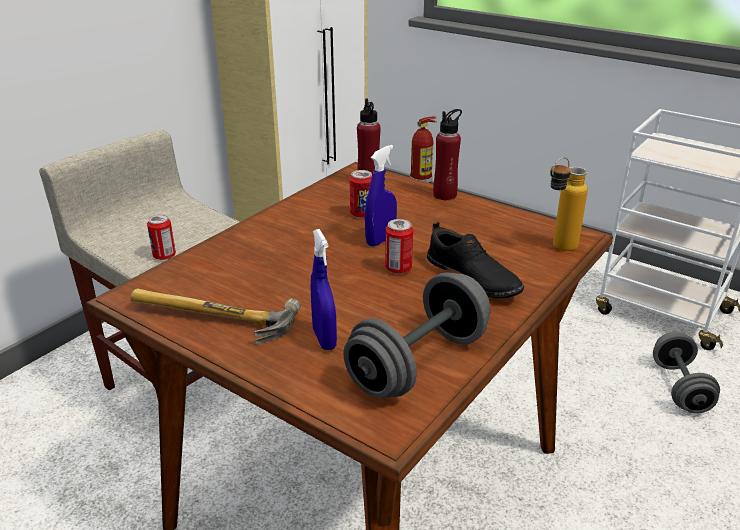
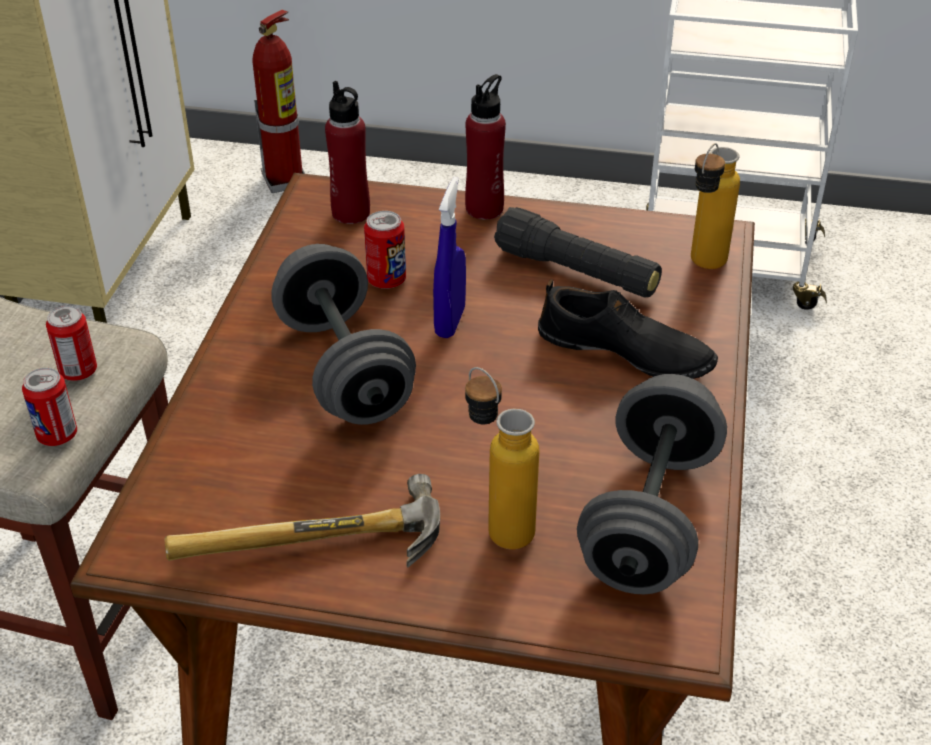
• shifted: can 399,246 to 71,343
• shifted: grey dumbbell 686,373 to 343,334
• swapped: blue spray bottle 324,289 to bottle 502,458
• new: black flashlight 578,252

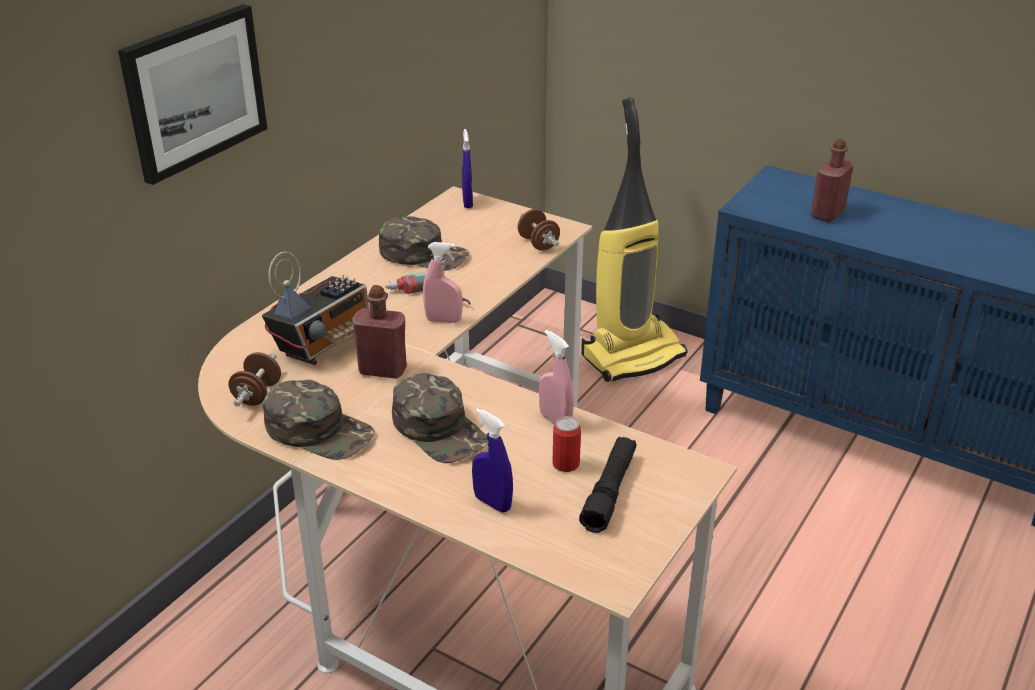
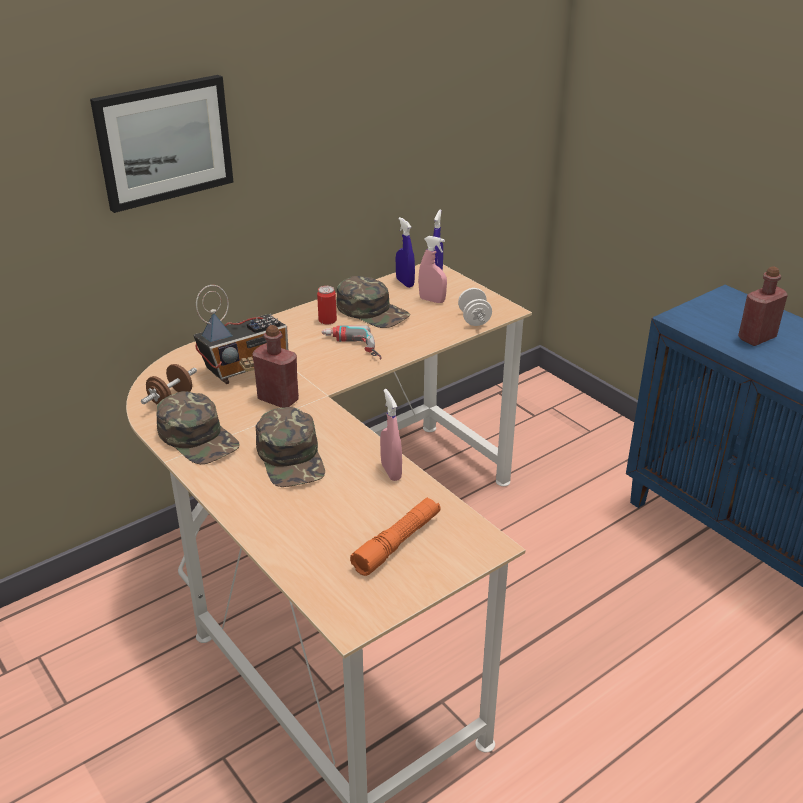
• shifted: can 566,444 to 327,305
• repainted: black flashlight 608,485 to orange flashlight 395,536
• shifted: blue spray bottle 492,460 to 405,252
• shifted: pink spray bottle 442,282 to 432,269
• repainted: brown dumbbell 539,230 to white dumbbell 475,307
• gone: vacuum cleaner 634,239

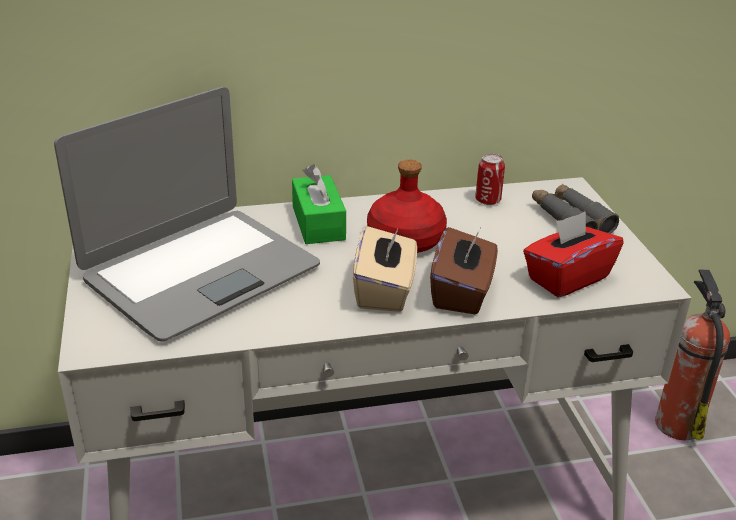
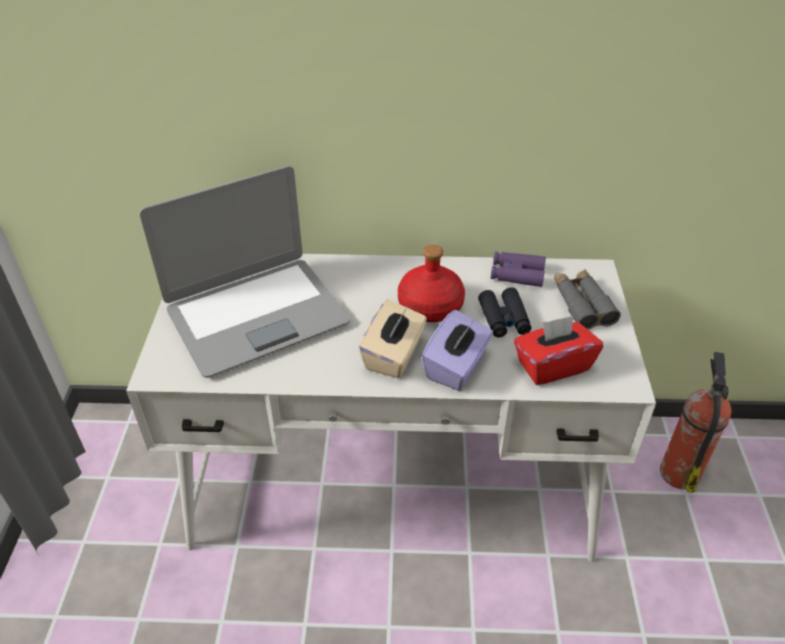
• repainted: brown tissue box 464,270 to purple tissue box 457,350
• new: black binoculars 505,312
• swapped: can 490,179 to purple binoculars 518,269
• gone: green tissue box 319,204

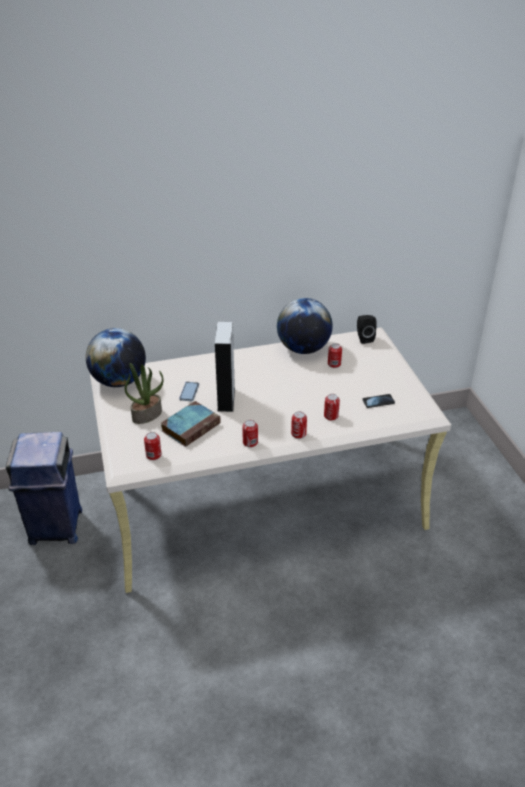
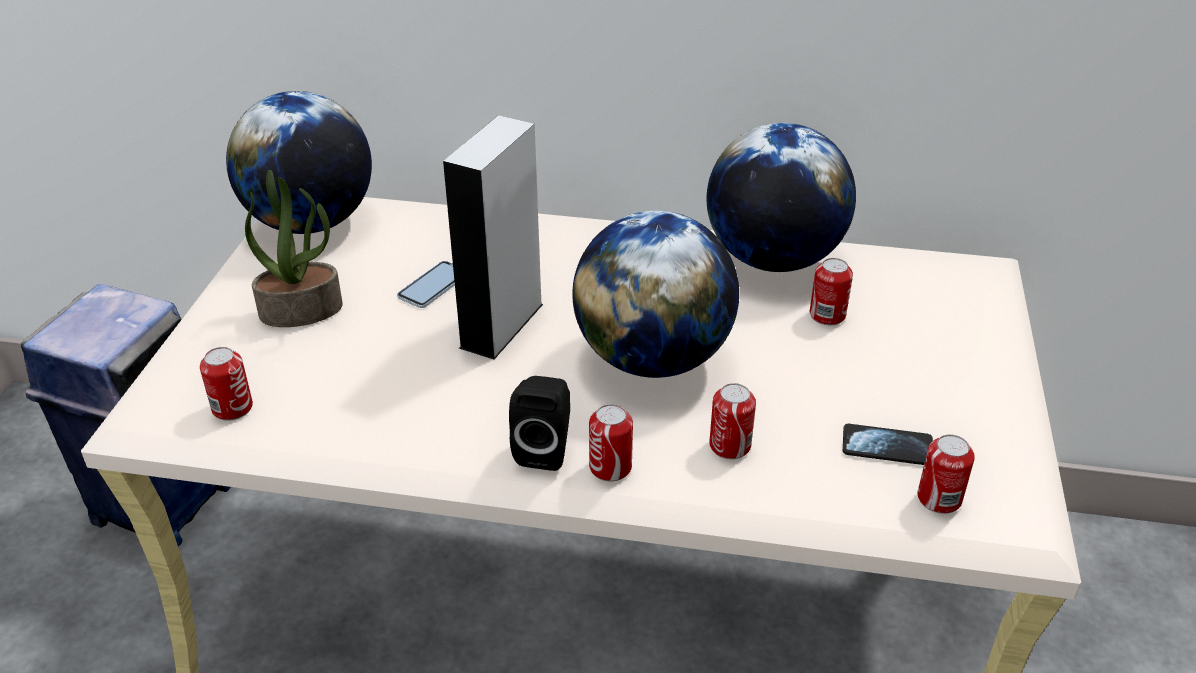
• shifted: black speaker 367,329 to 539,423
• new: globe 655,294
• shifted: can 250,433 to 946,474
• gone: book 190,424

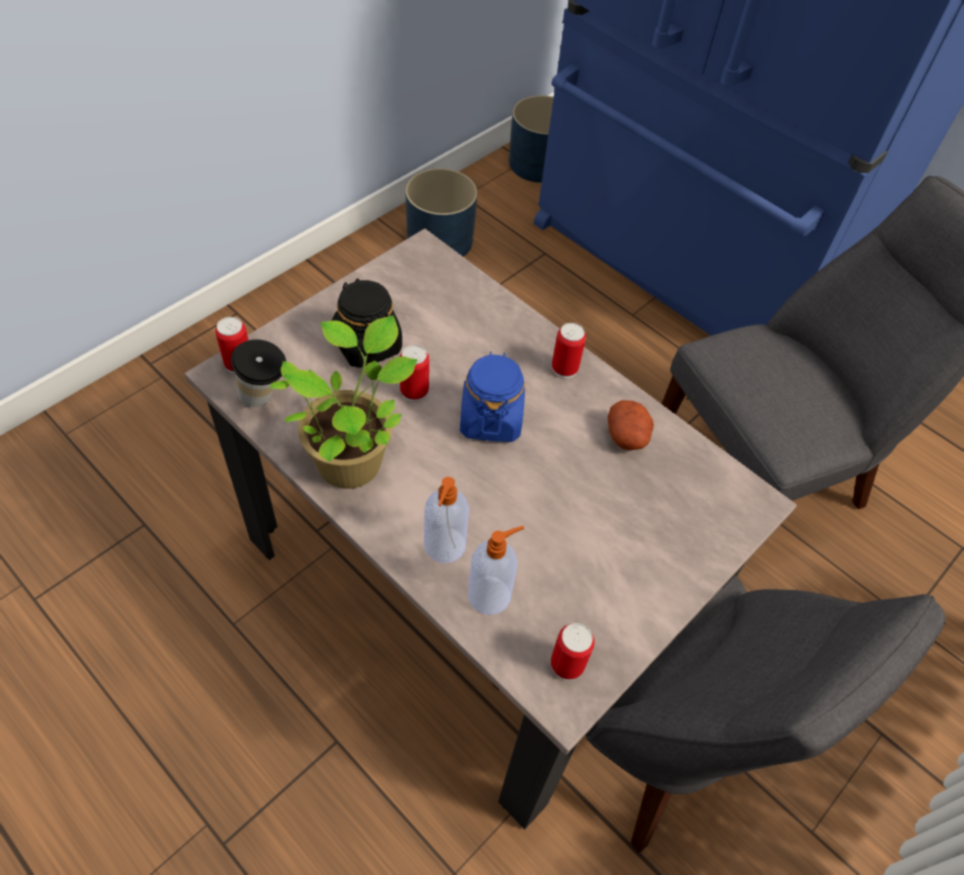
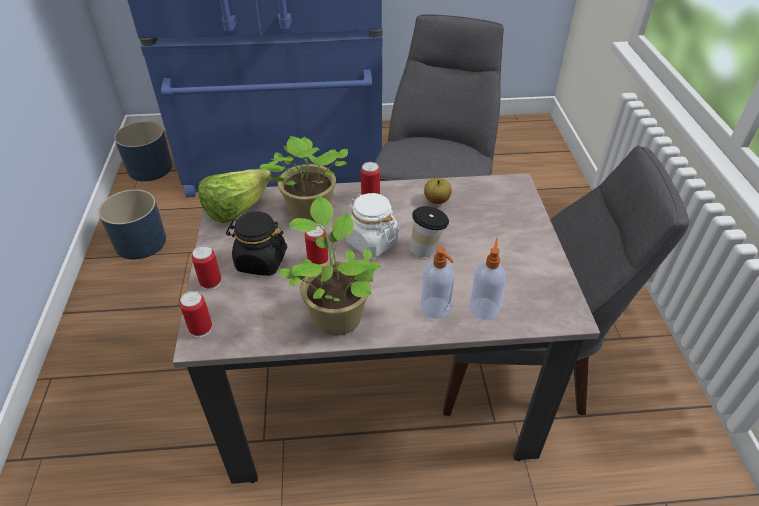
• shifted: can 573,652 to 206,268
• new: lettuce 234,196
• new: potted plant 303,179
• repainted: blue jar 492,396 to white jar 372,225
• shifted: cup 258,373 to 429,231
• swapped: potato 631,425 to apple 438,191

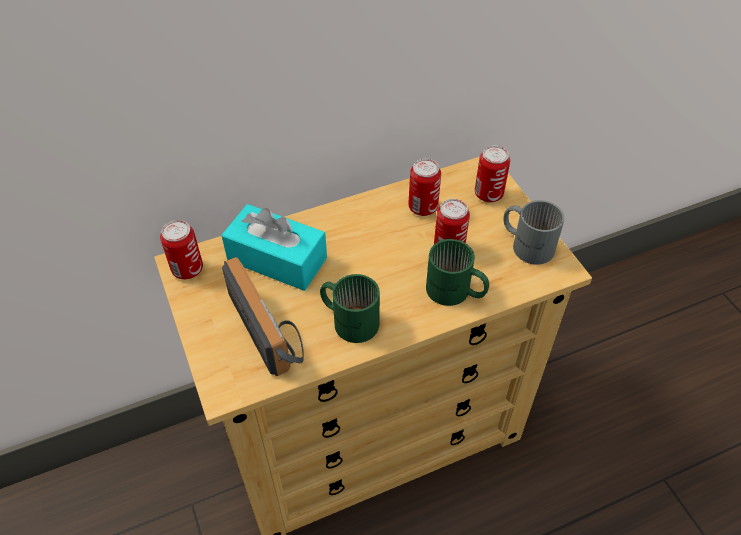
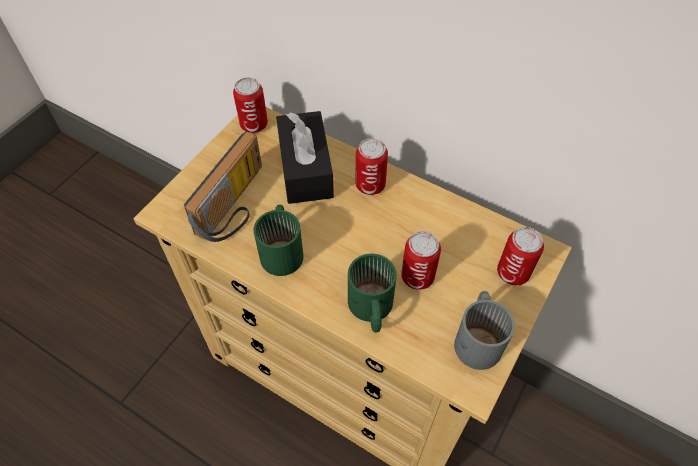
• repainted: turquoise tissue box 274,247 to black tissue box 305,157
• shifted: can 424,187 to 371,166

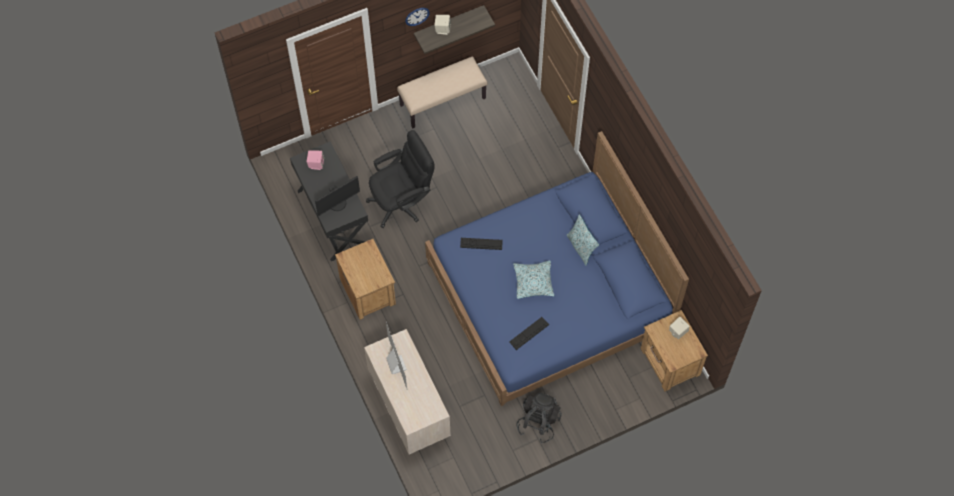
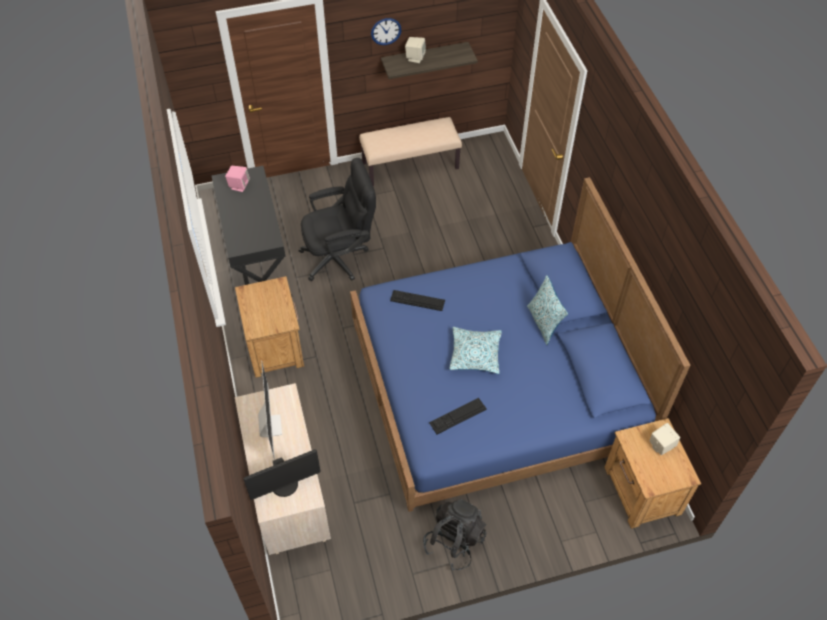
• shifted: monitor 337,196 to 282,474

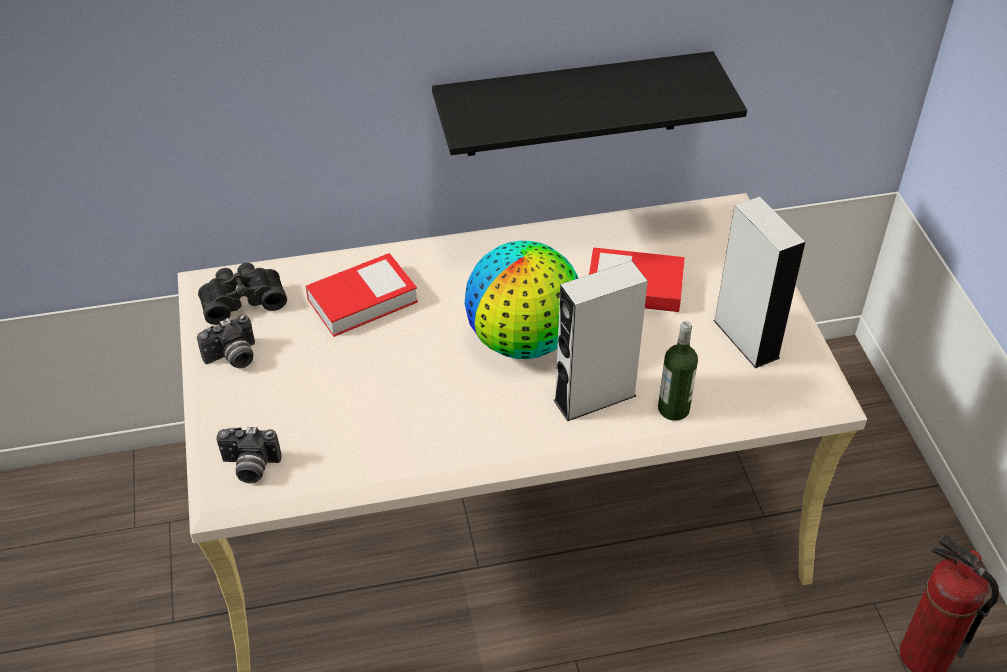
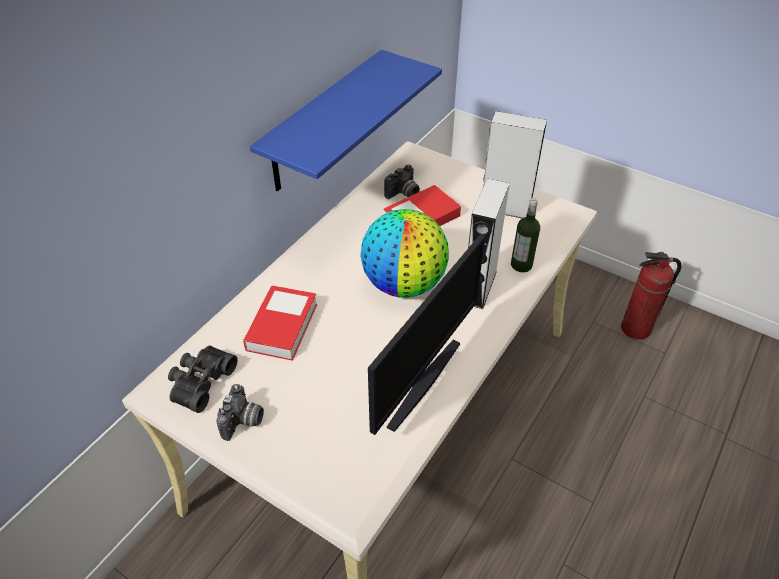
• repainted: black shelf 589,103 to blue shelf 346,120
• new: monitor 426,335
• shifted: photo camera 249,455 to 402,182

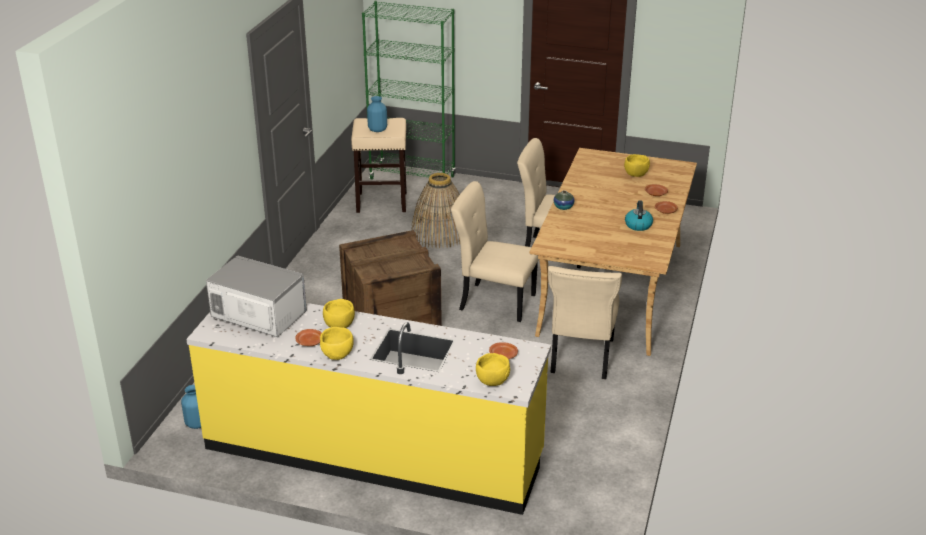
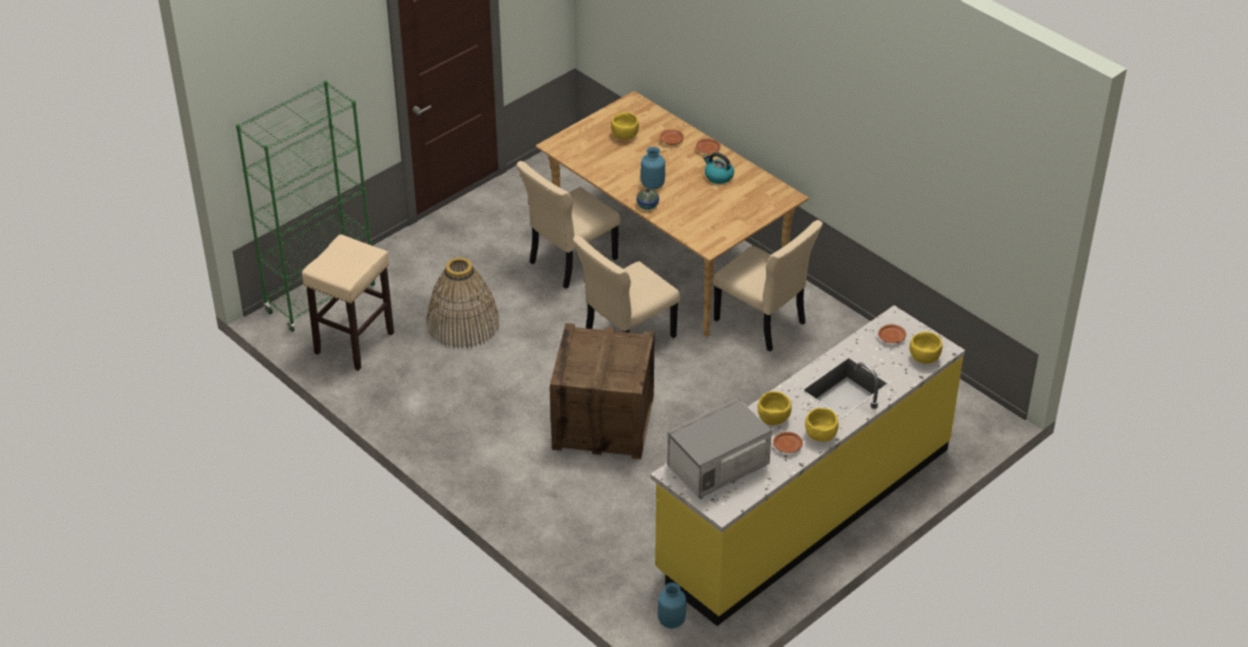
• shifted: blue vase 377,114 to 653,168

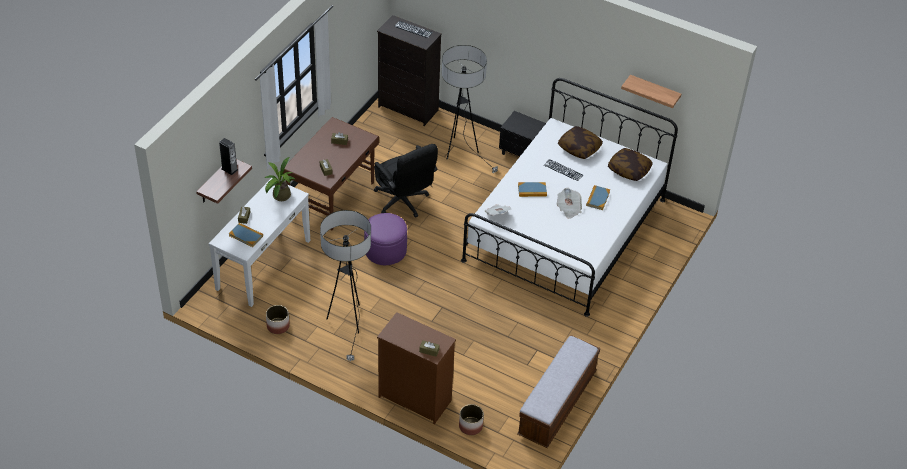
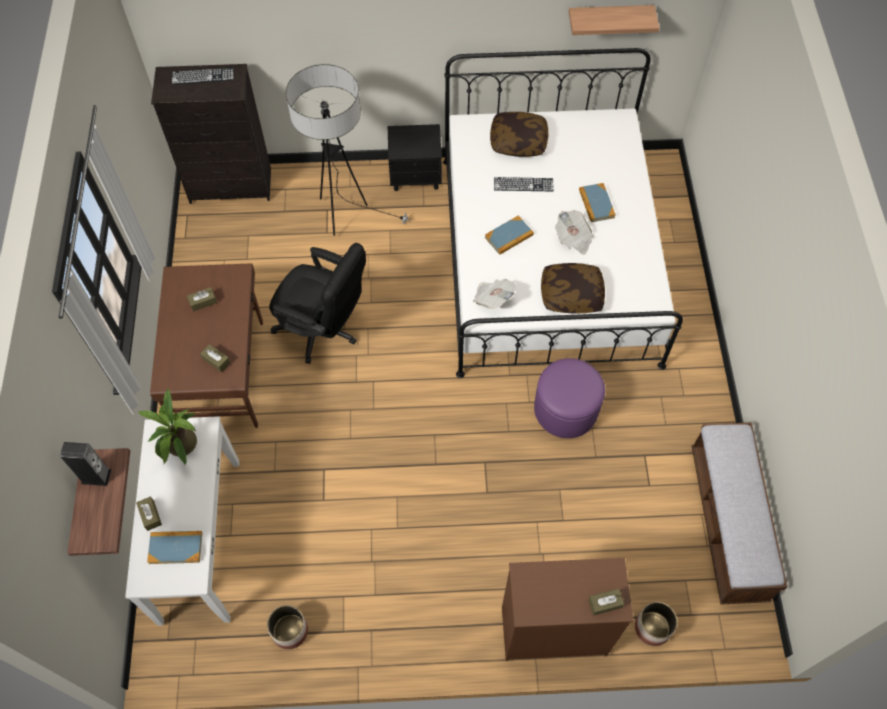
• shifted: purple ottoman 385,239 to 569,398
• shifted: pillow 630,164 to 573,288
• gone: floor lamp 345,285

